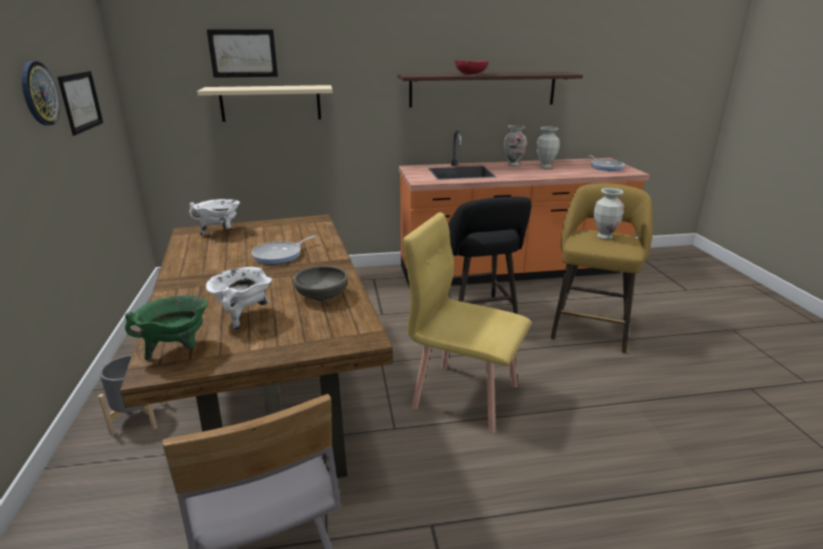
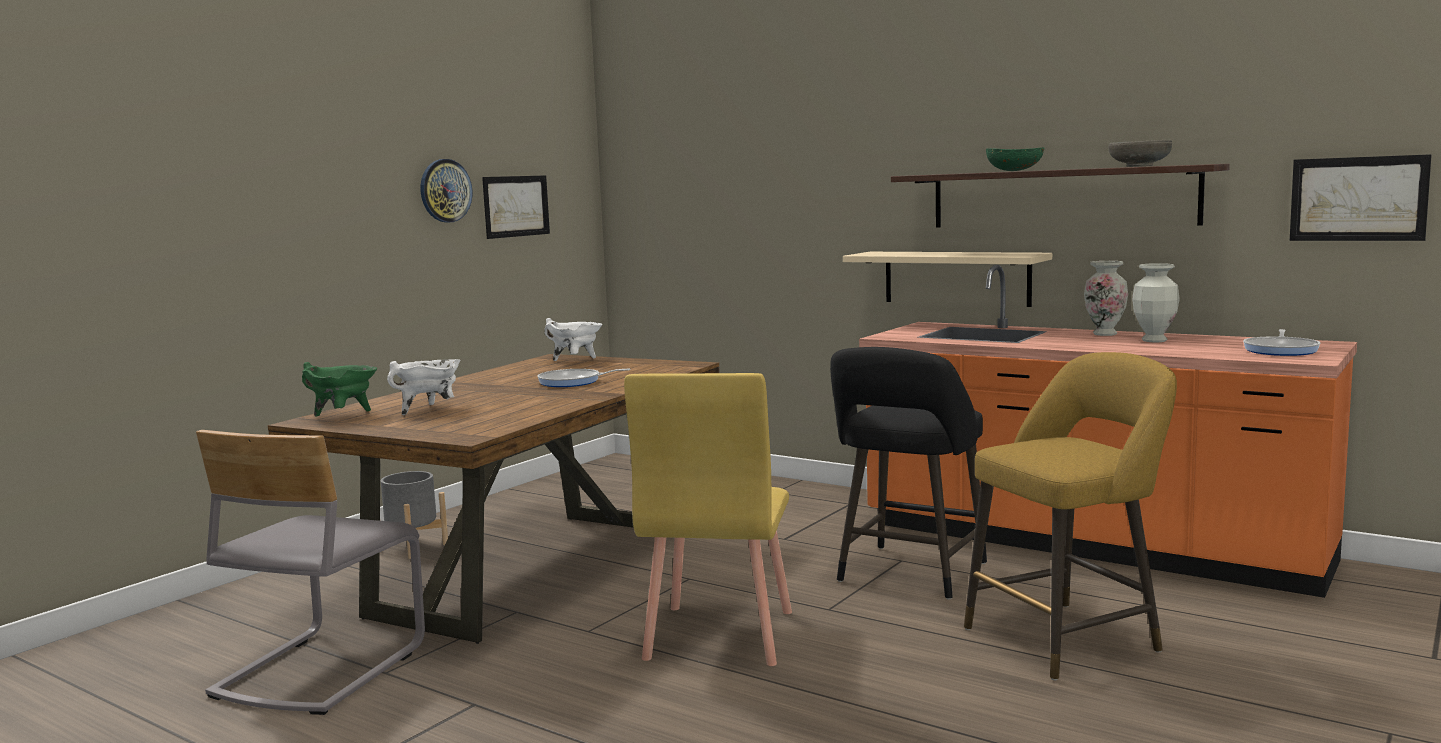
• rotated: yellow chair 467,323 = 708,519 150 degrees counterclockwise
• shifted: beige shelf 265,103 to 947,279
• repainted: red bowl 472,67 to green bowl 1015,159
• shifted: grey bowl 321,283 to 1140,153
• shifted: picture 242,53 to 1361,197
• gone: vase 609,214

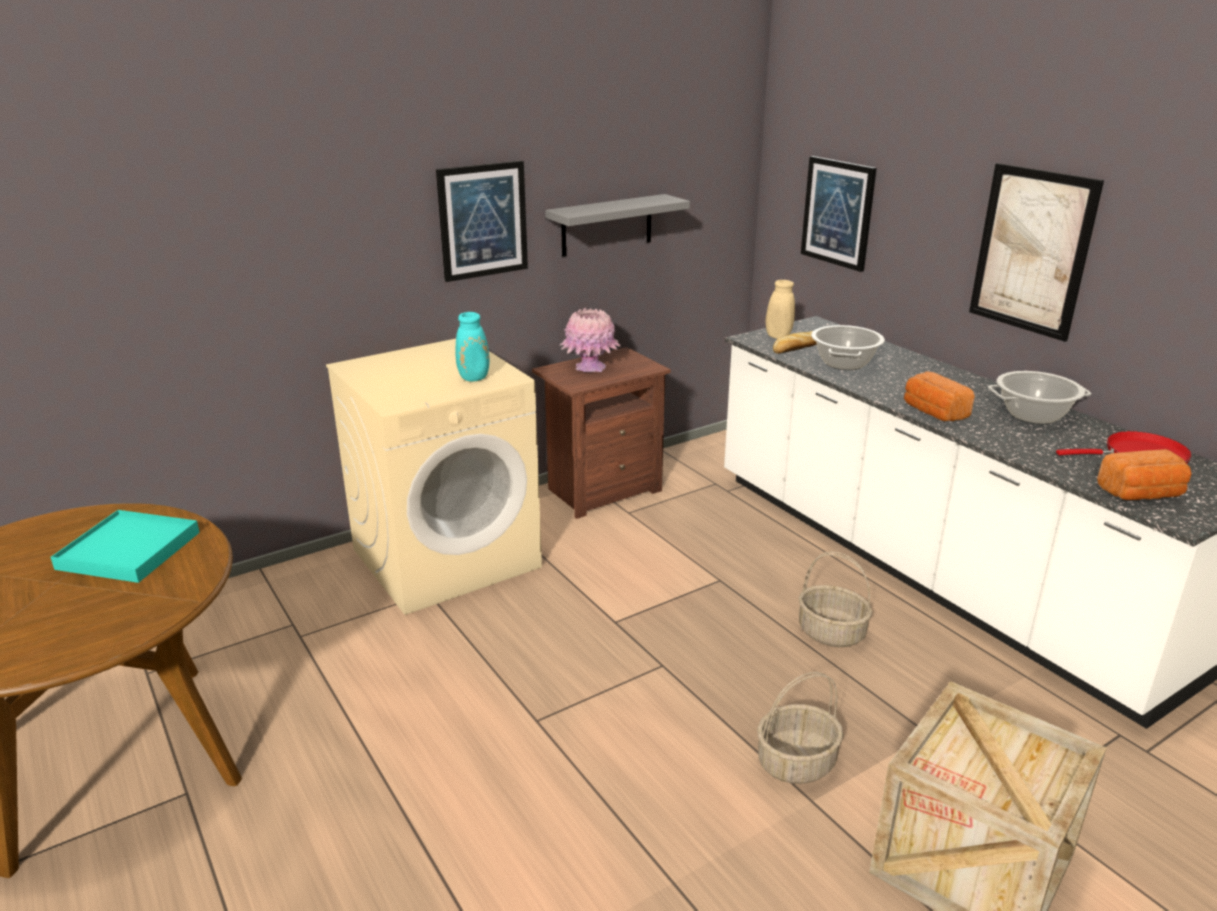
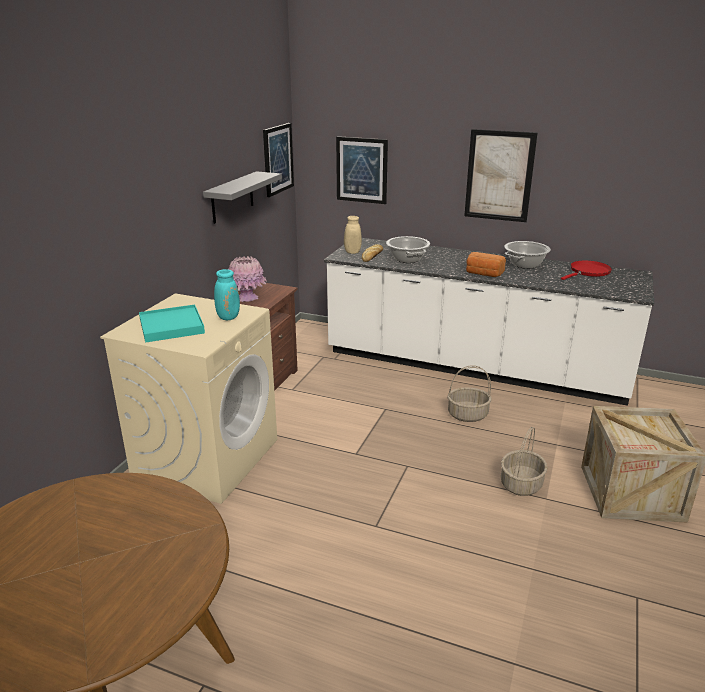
• shifted: turquoise tray 125,546 to 172,323
• shifted: picture 482,221 to 278,160
• gone: bread 1144,474

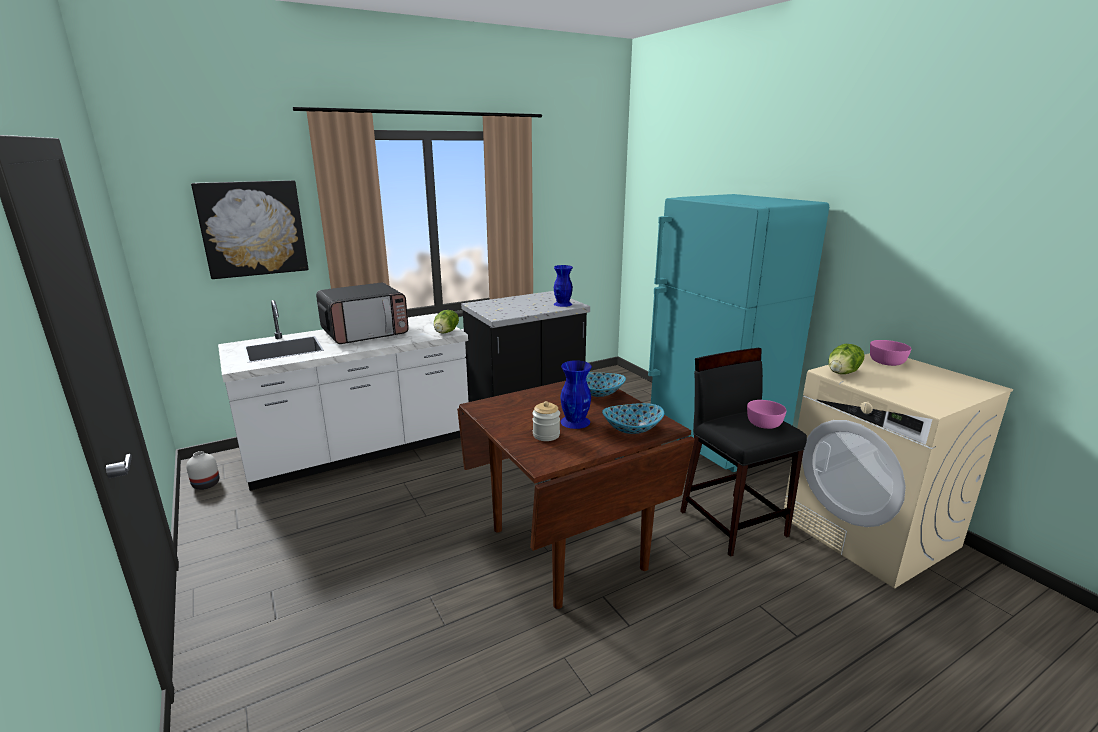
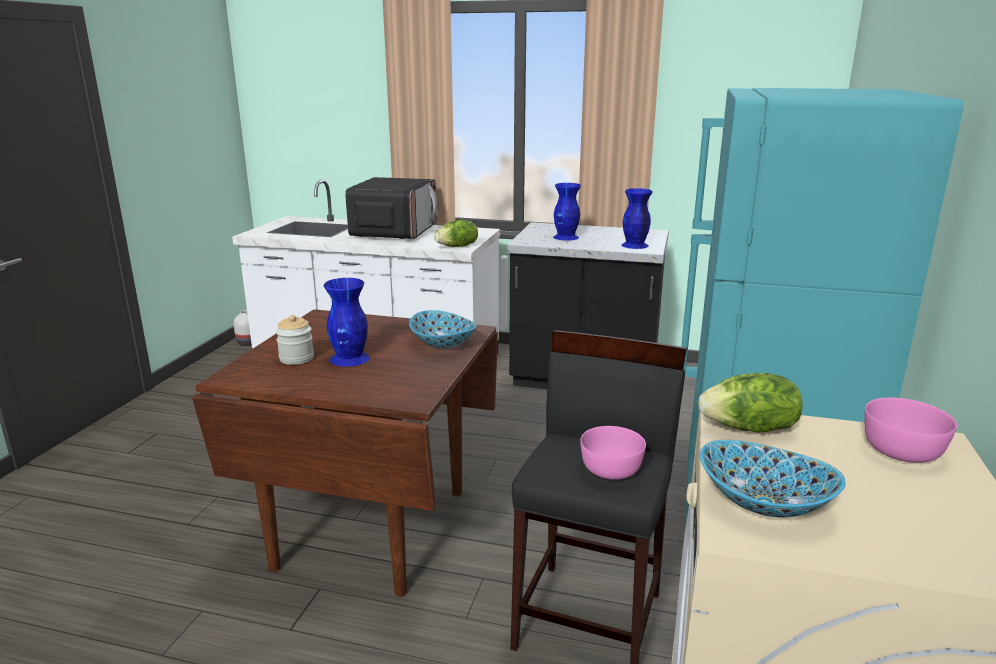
• rotated: microwave 362,313 = 391,208 90 degrees counterclockwise
• new: blue vase 567,211
• shifted: bowl 633,418 to 773,478
• gone: picture 250,229

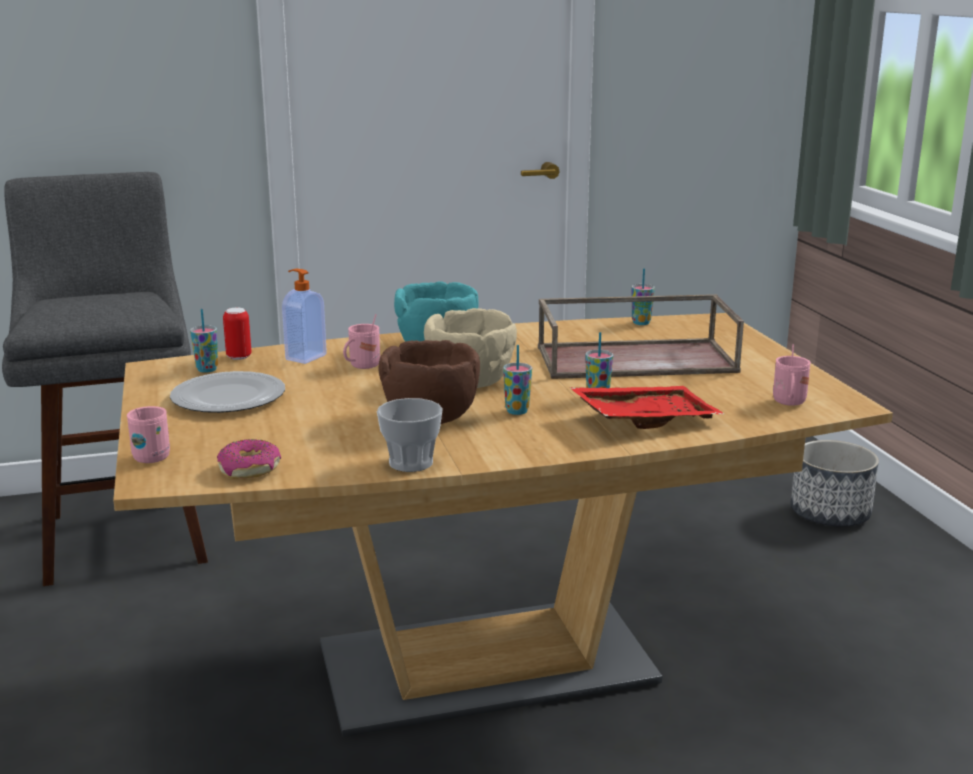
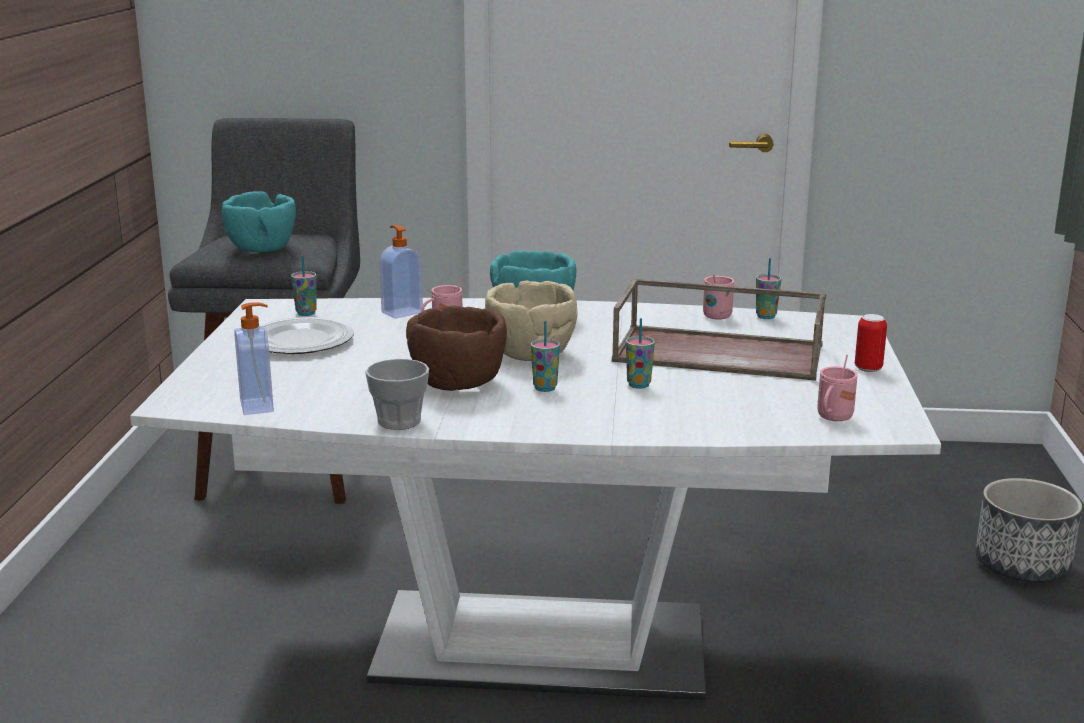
• repainted: brown dining table 503,525 to white dining table 535,499
• new: turquoise bowl 259,222
• swapped: donut 249,459 to soap dispenser 254,358
• shifted: pink mug 148,434 to 718,297
• shifted: can 237,333 to 871,343
• gone: red tray 647,407

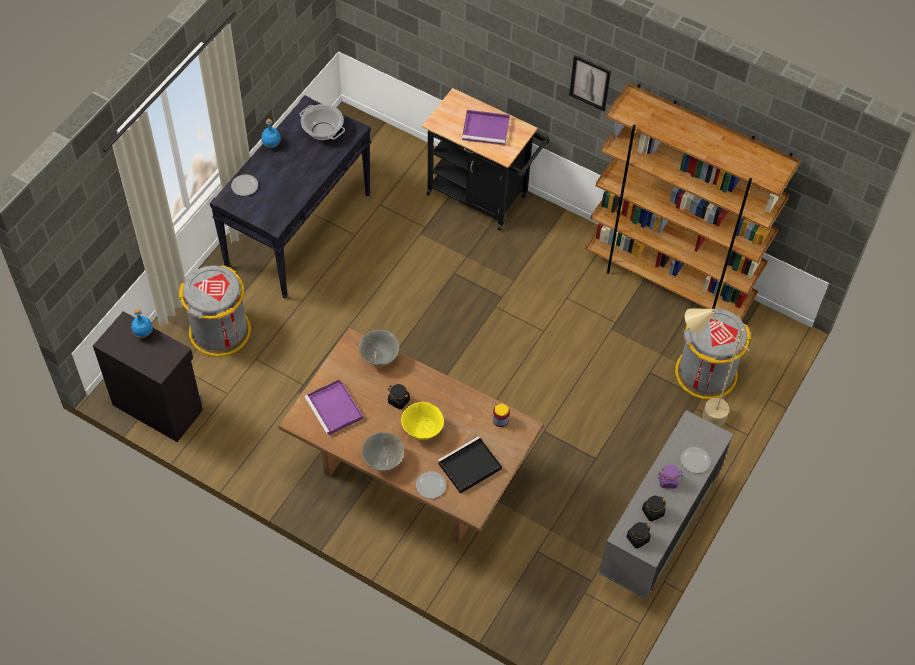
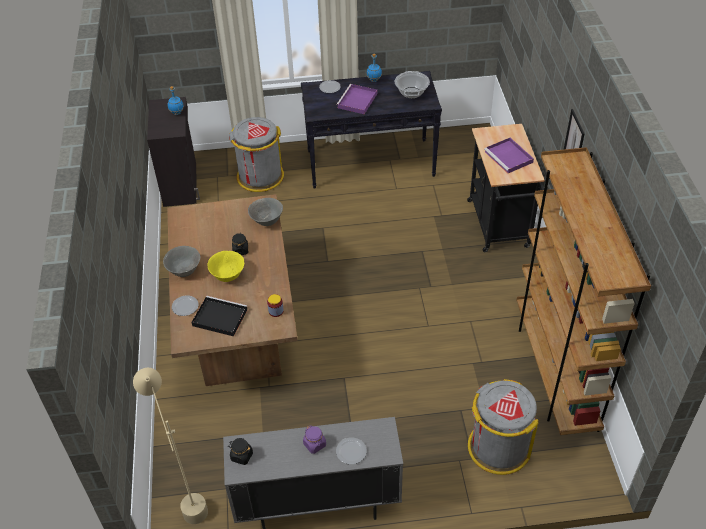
• shifted: beige floor lamp 717,367 to 170,446
• shifted: purple tray 334,407 to 356,99
• gone: black jar 654,508

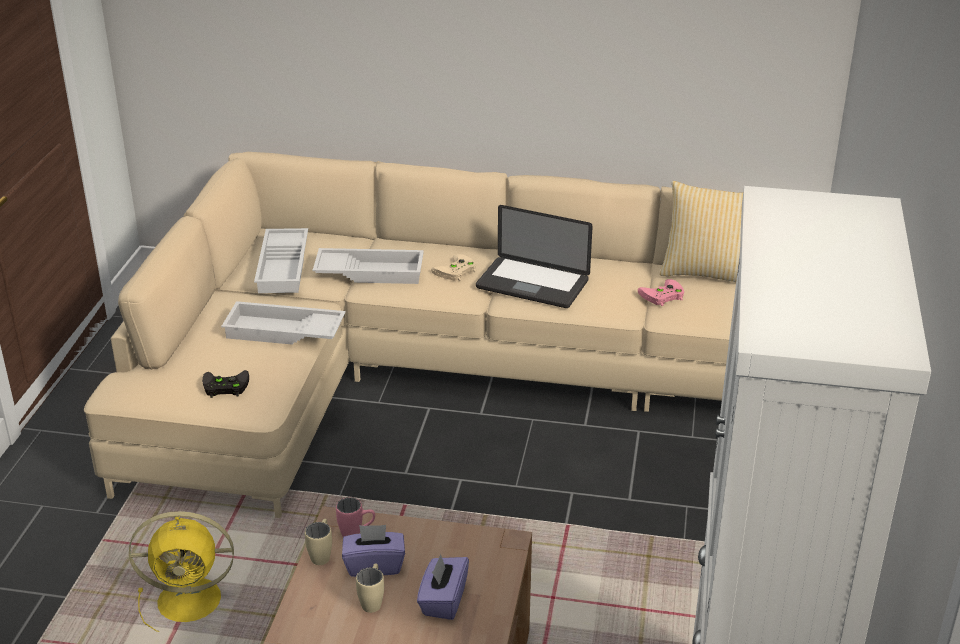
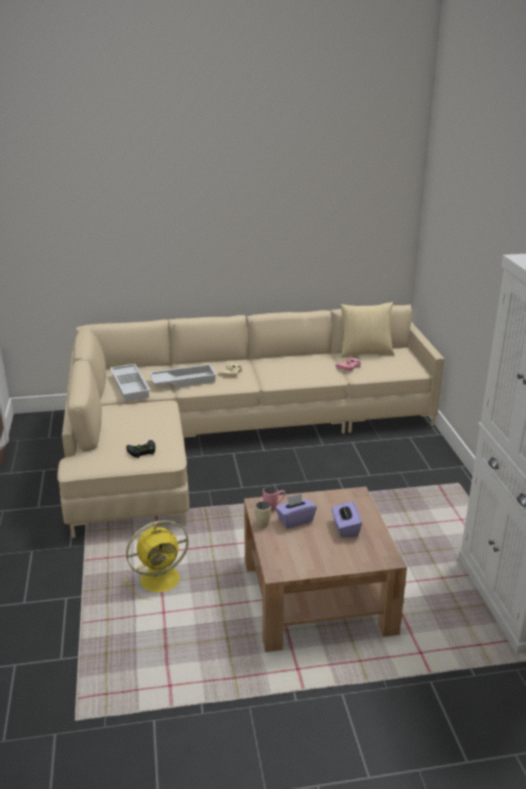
• gone: white tray 283,323
• gone: beige mug 370,588
• gone: laptop 534,256

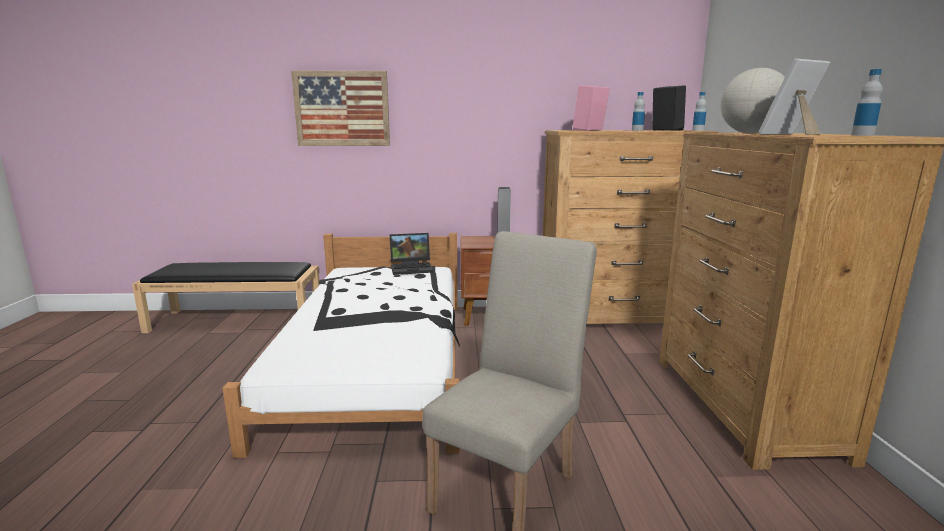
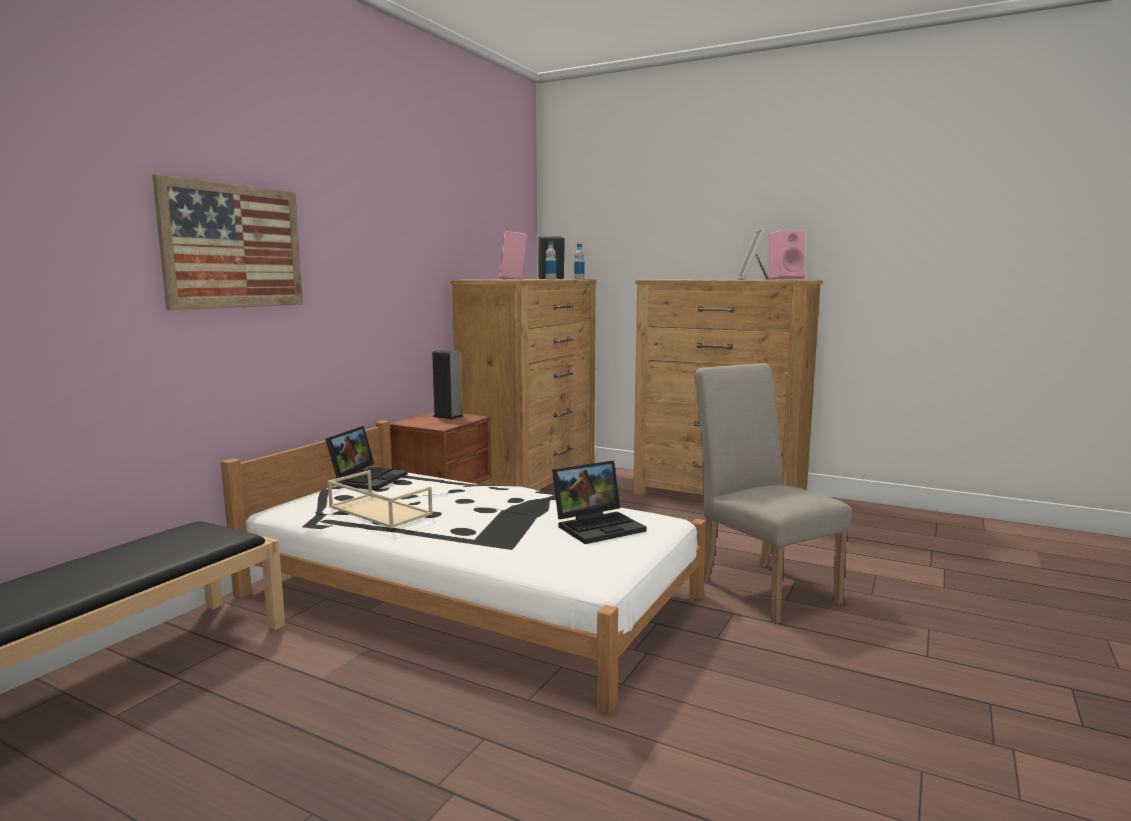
• new: beige tray 380,499
• new: laptop 599,502
• swapped: bottle 867,102 to pink speaker 787,255
• gone: globe 753,101

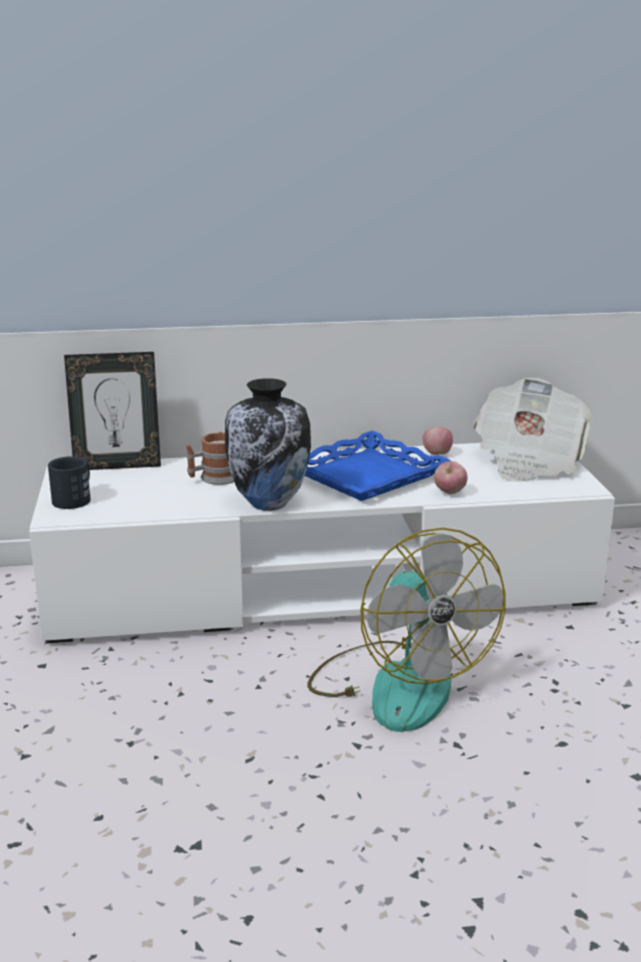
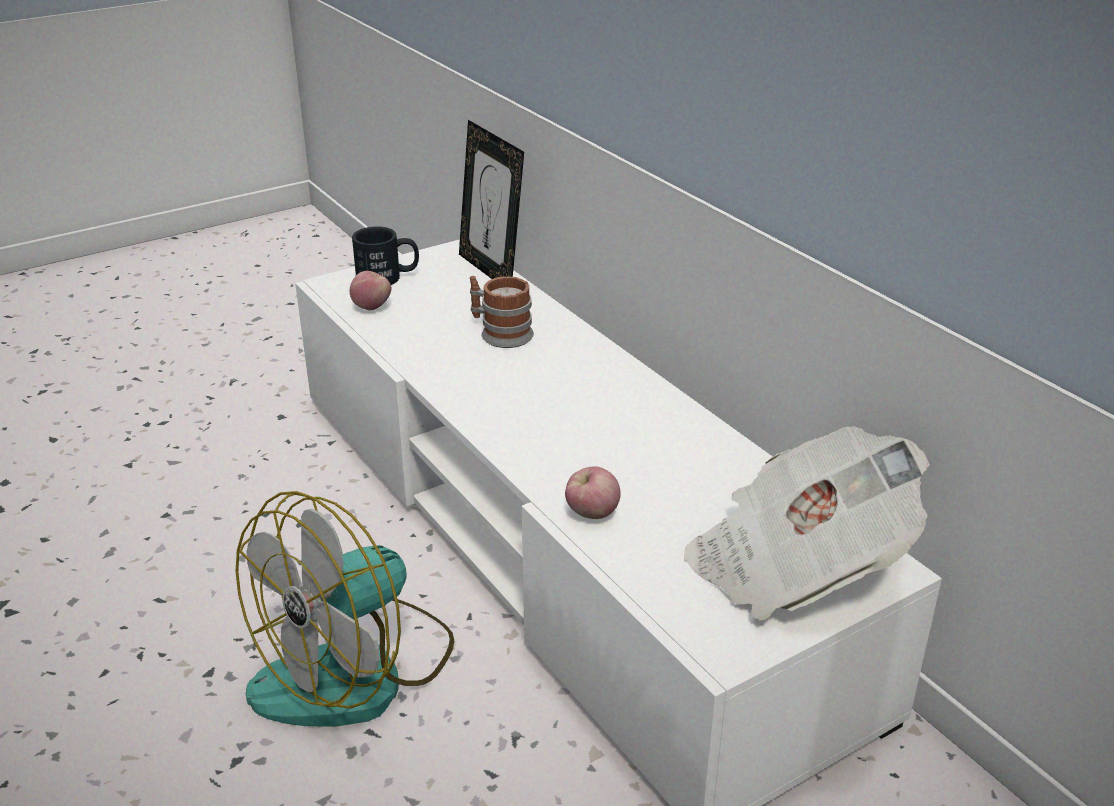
• shifted: apple 438,441 to 371,290
• gone: vase 268,444
• gone: blue tray 378,466

